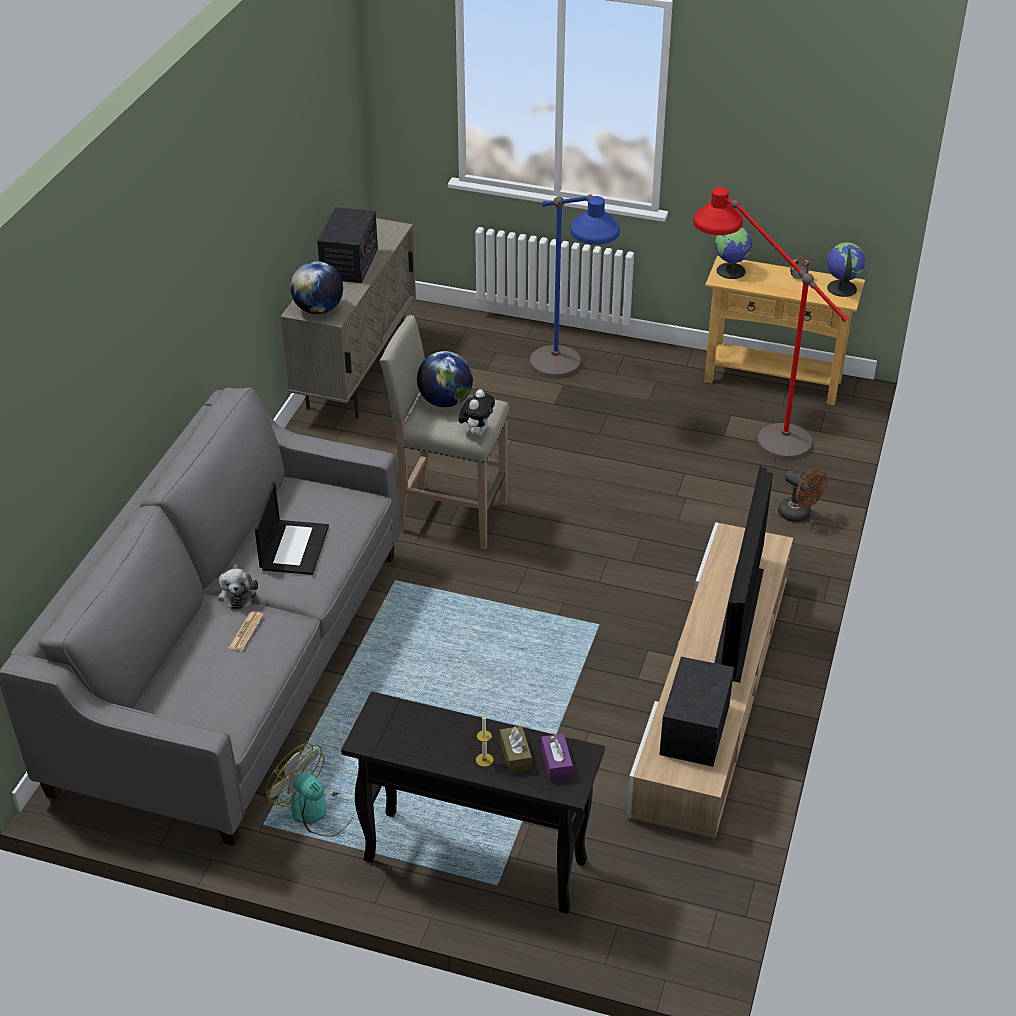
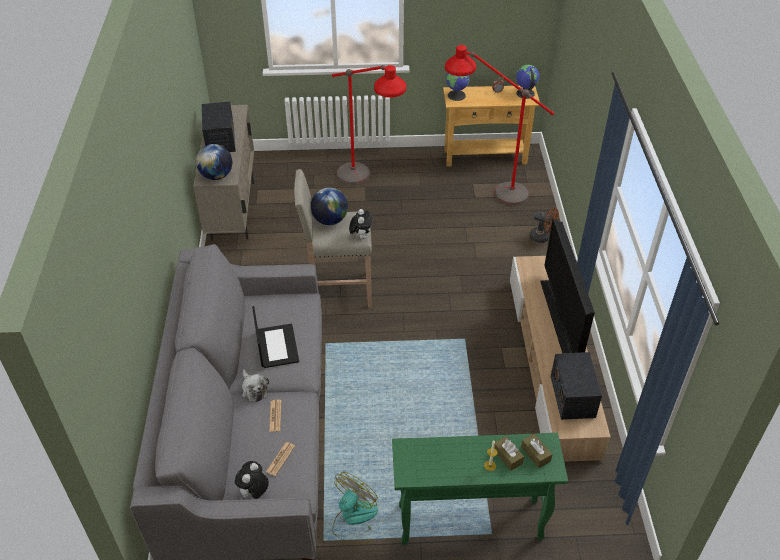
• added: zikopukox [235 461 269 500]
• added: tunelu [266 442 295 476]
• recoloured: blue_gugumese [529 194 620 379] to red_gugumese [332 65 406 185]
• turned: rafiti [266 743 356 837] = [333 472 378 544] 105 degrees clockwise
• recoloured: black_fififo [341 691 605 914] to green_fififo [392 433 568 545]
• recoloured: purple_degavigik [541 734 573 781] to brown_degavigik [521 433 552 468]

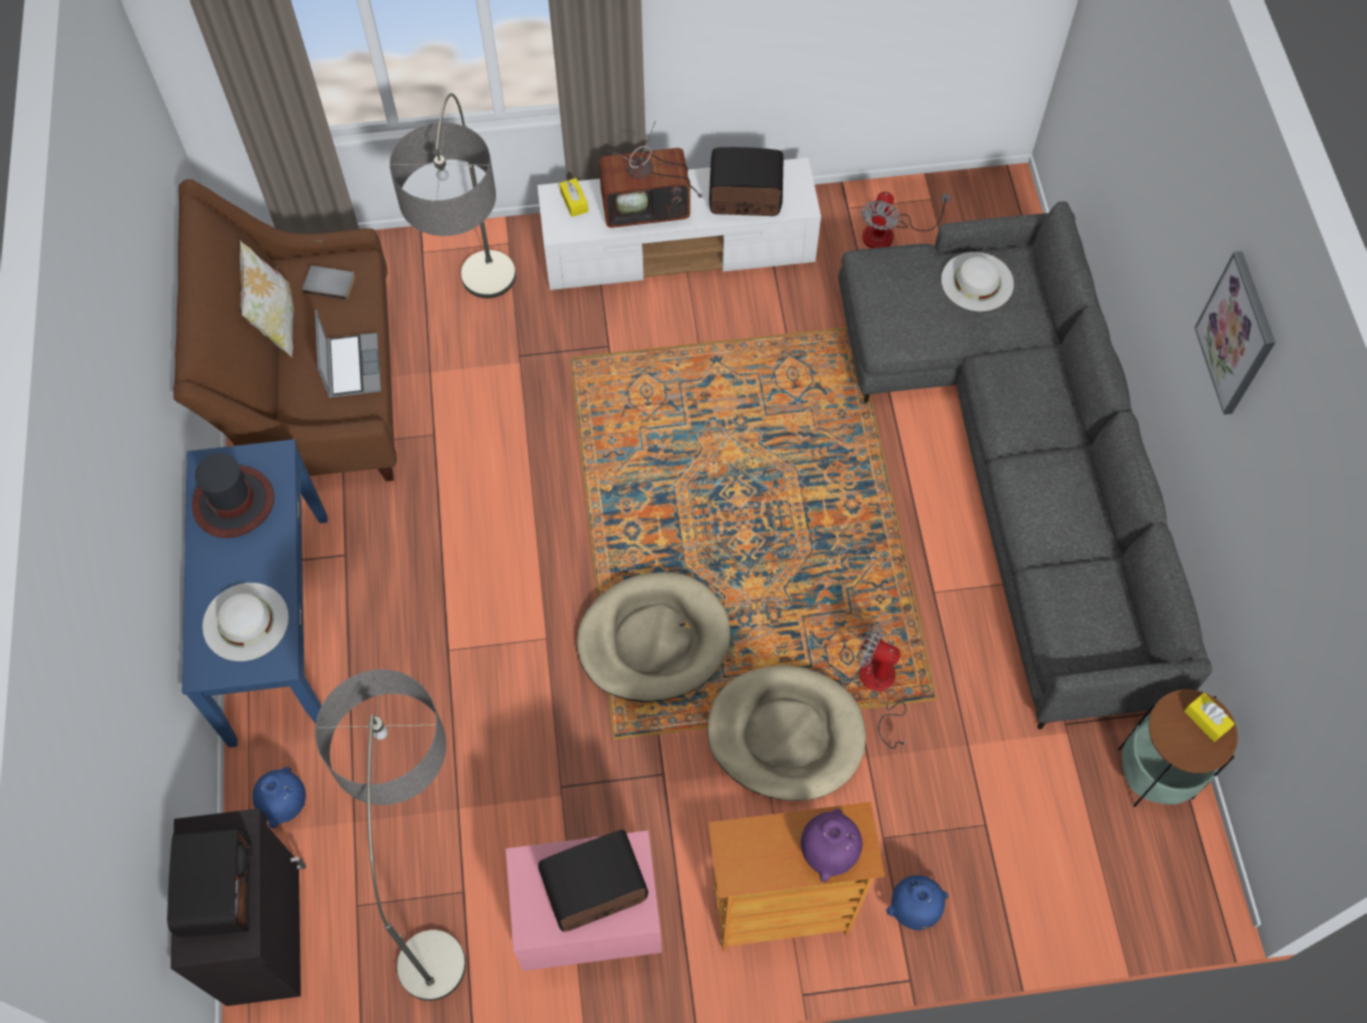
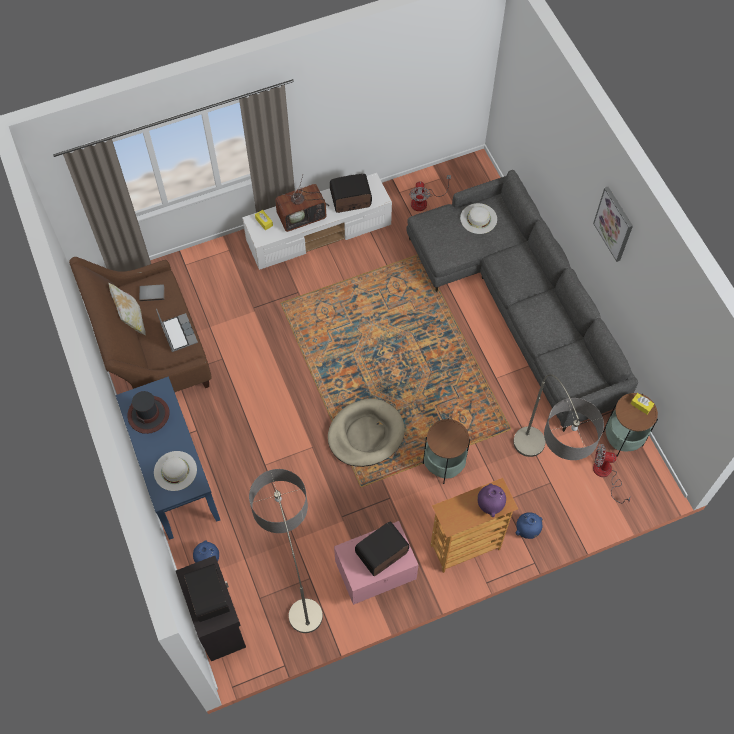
• replaced: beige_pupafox [707 665 866 801] to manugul [423 418 470 484]
• moved: gugumese [390 93 516 298] to [513 374 604 460]
• moved: rafiti [857 625 908 749] to [593 444 631 503]

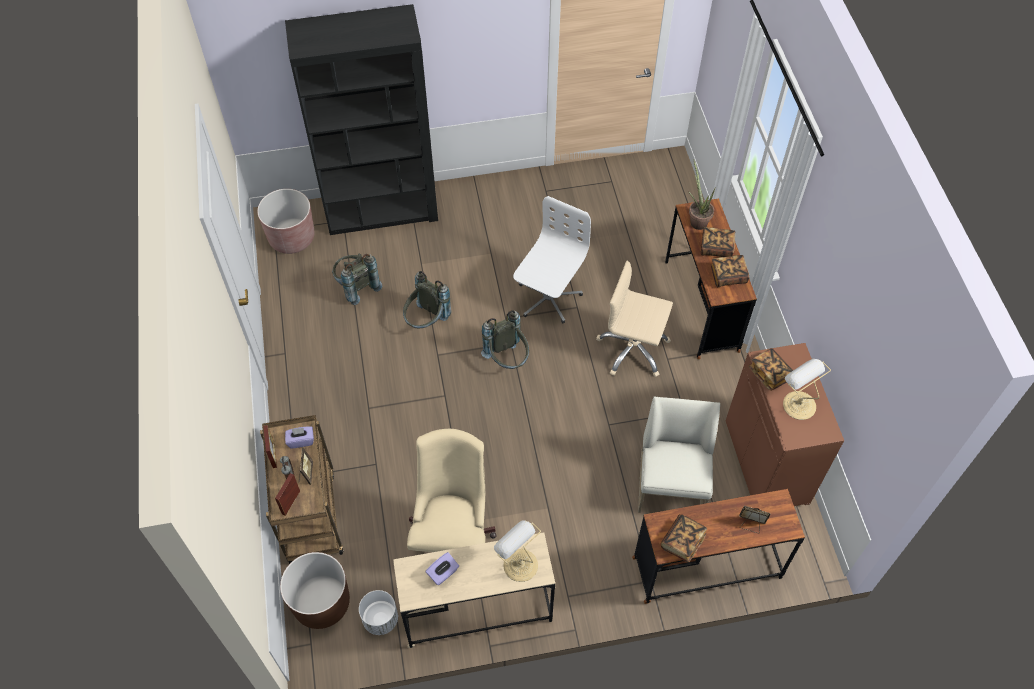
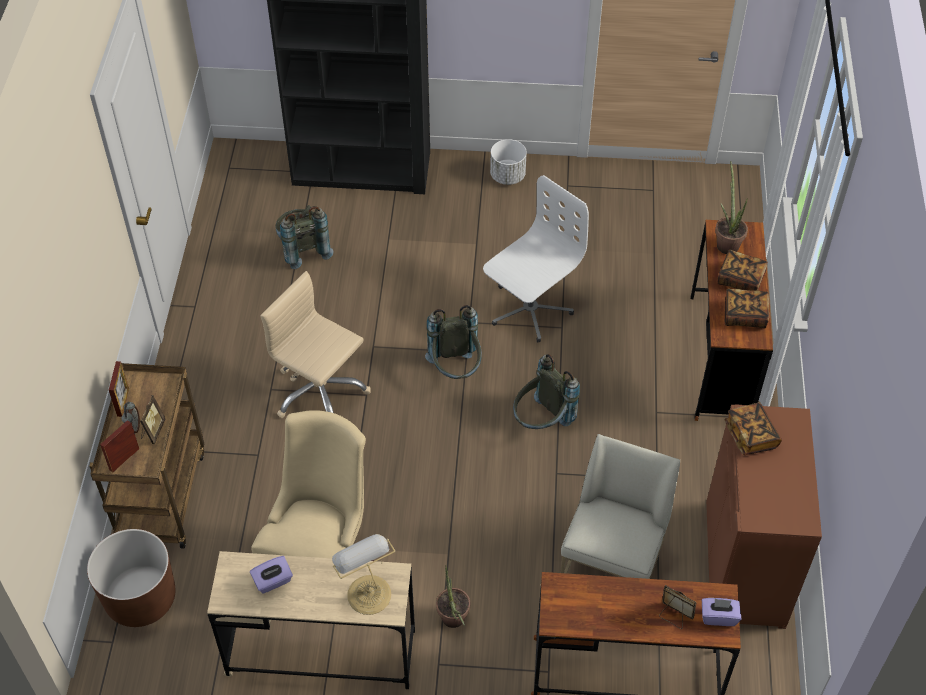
• moved: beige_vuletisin [596 261 673 377] to [260 271 371 418]
• added: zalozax [436 565 470 628]
• moved: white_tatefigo [359 590 398 635] to [490 139 527 185]
• moved: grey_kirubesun [403 271 451 328] to [513 354 580 429]
• moved: purple_degavigik [285 426 314 449] to [702 598 741 626]
• removed: brown_tatefigo [257 189 315 254]
• removed: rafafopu [661 514 707 562]
• removed: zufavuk [783 359 831 420]

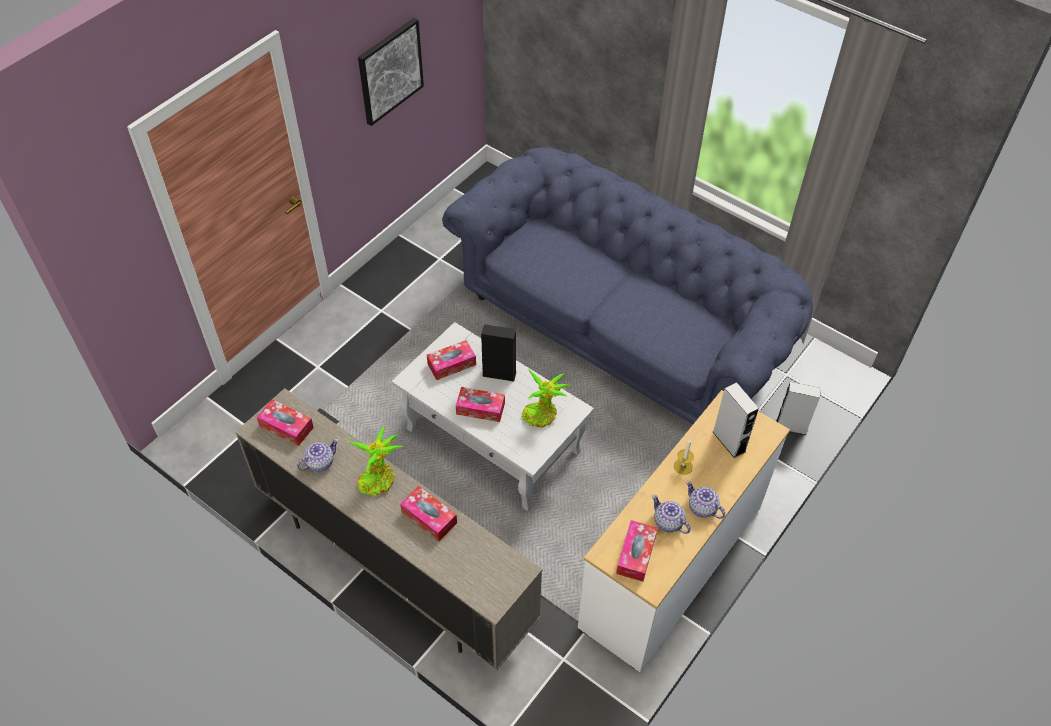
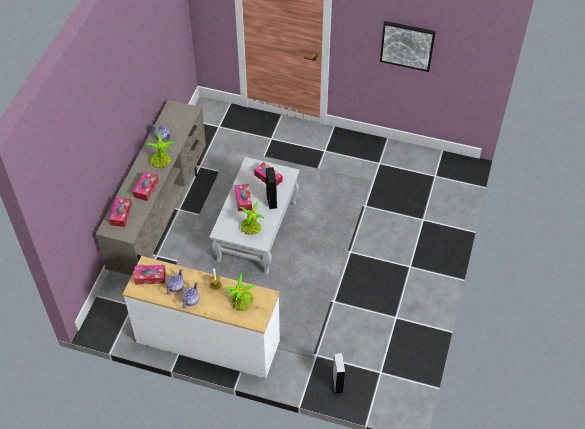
• moved: degavigik [257 399 314 446] to [109 198 132 227]
• replaced: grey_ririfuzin [713 382 759 458] to zalozax [222 272 256 311]
• removed: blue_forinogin [442 147 813 424]

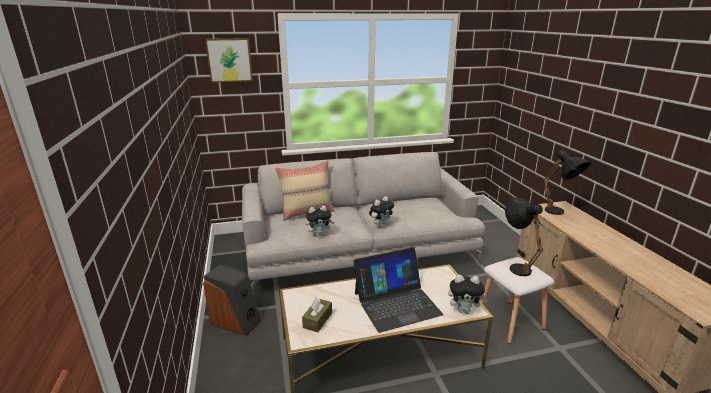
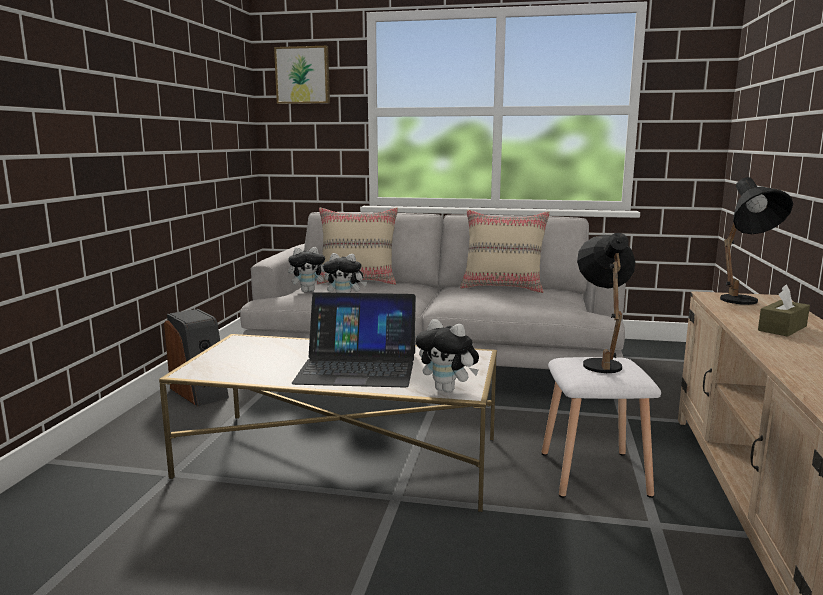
• moved: zikopukox [369 196 394 227] to [288 247 326 292]
• added: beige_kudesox [460 210 550 293]
• moved: brown_degavigik [302 297 332 333] to [758 284 810 337]

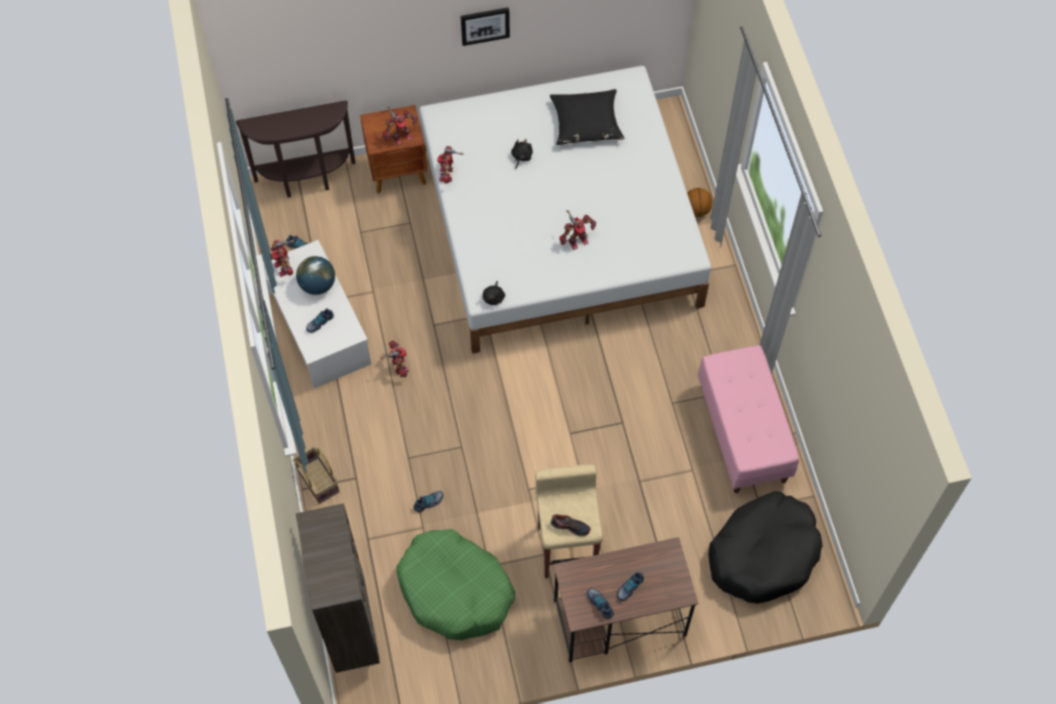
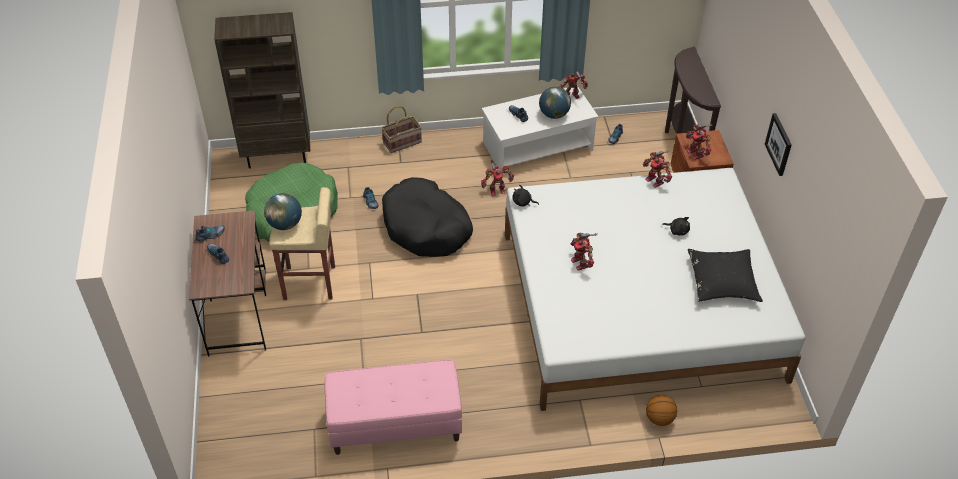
• replaced: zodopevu [551 514 591 536] to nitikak [264 193 302 230]
• moved: black_pupafox [708 491 823 604] to [382 177 473 257]
• turned: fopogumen [437 146 464 183] = [643 150 672 188] 135 degrees counterclockwise

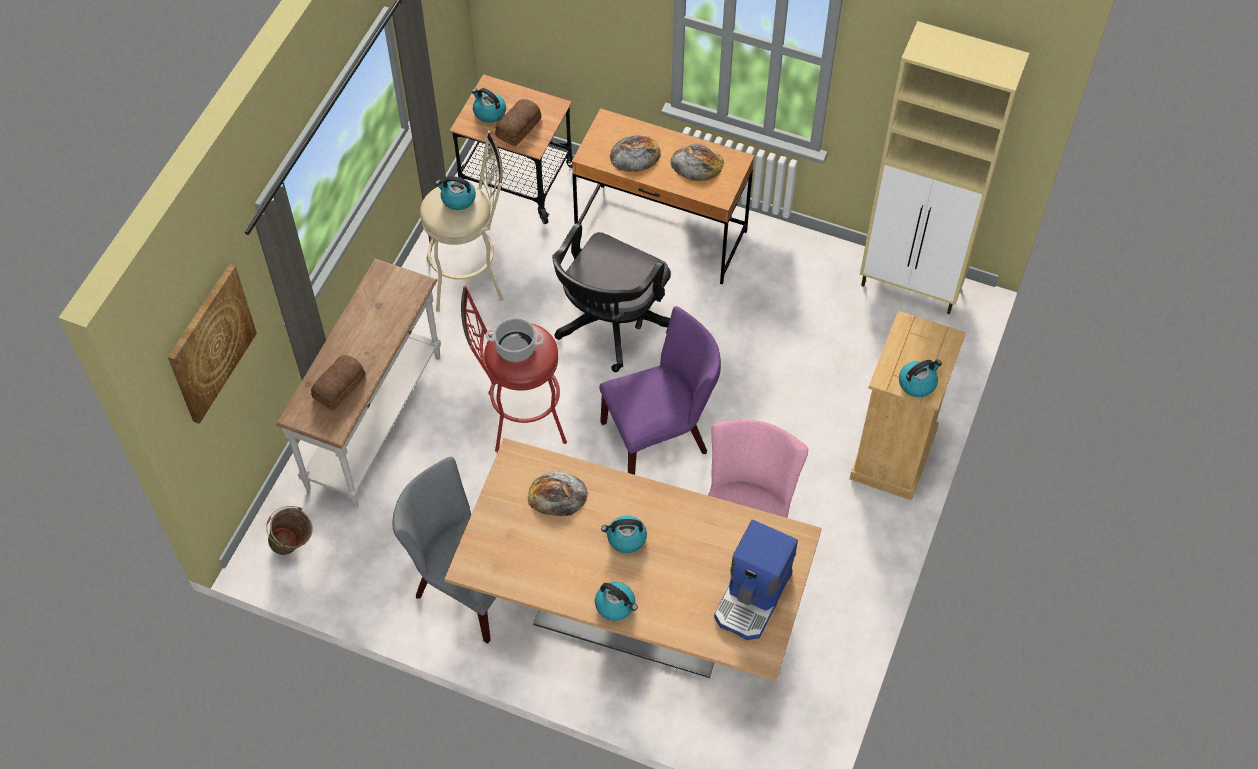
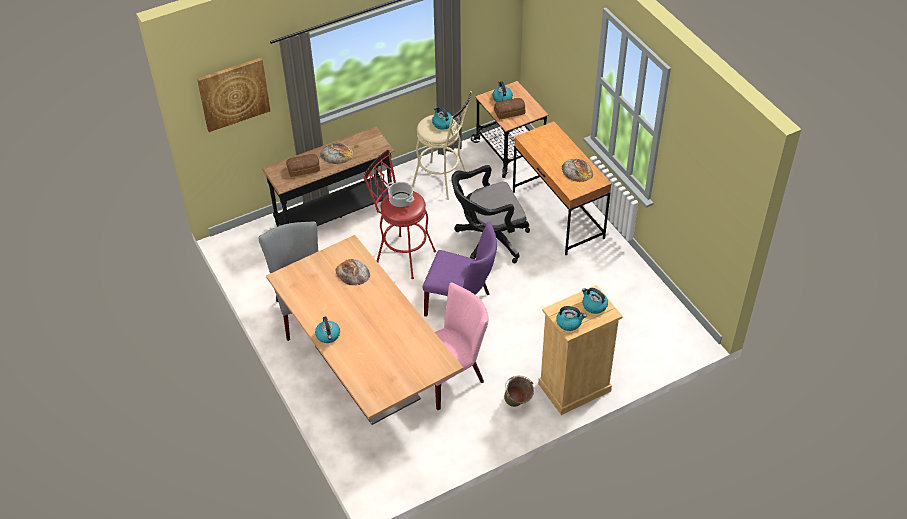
• recoloured: white_fififo [277 259 441 508] to black_fififo [262 126 395 227]
• moved: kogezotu [610 135 661 172] to [320 143 354 164]
• moved: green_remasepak [266 506 312 555] to [504 376 534 407]
• moved: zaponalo [601 515 647 553] to [582 288 608 314]
• removed: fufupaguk [714 519 798 640]
• removed: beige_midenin [860 21 1030 314]

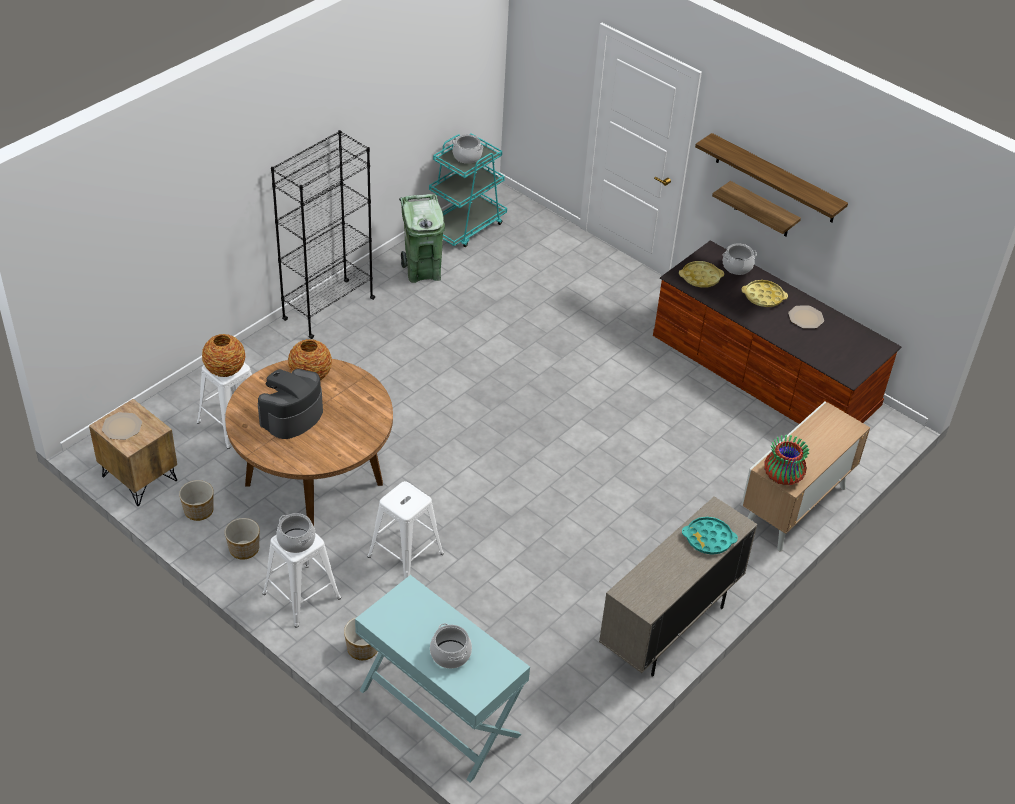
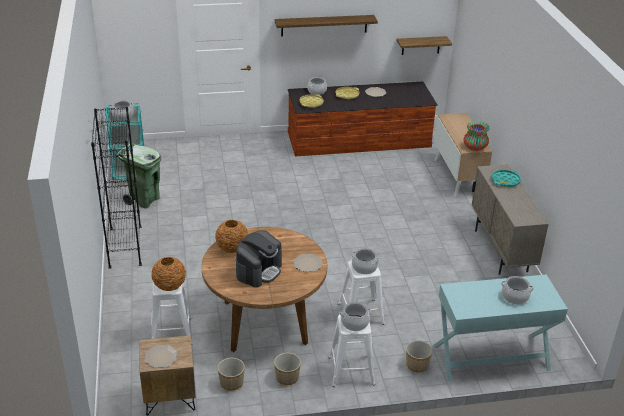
• turned: fufupaguk [258 369 323 439] = [236 230 282 288] 135 degrees counterclockwise
• added: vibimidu [293 254 323 272]
• added: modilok [351 248 380 274]
• moved: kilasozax [712 181 801 237] to [397 36 452 55]

